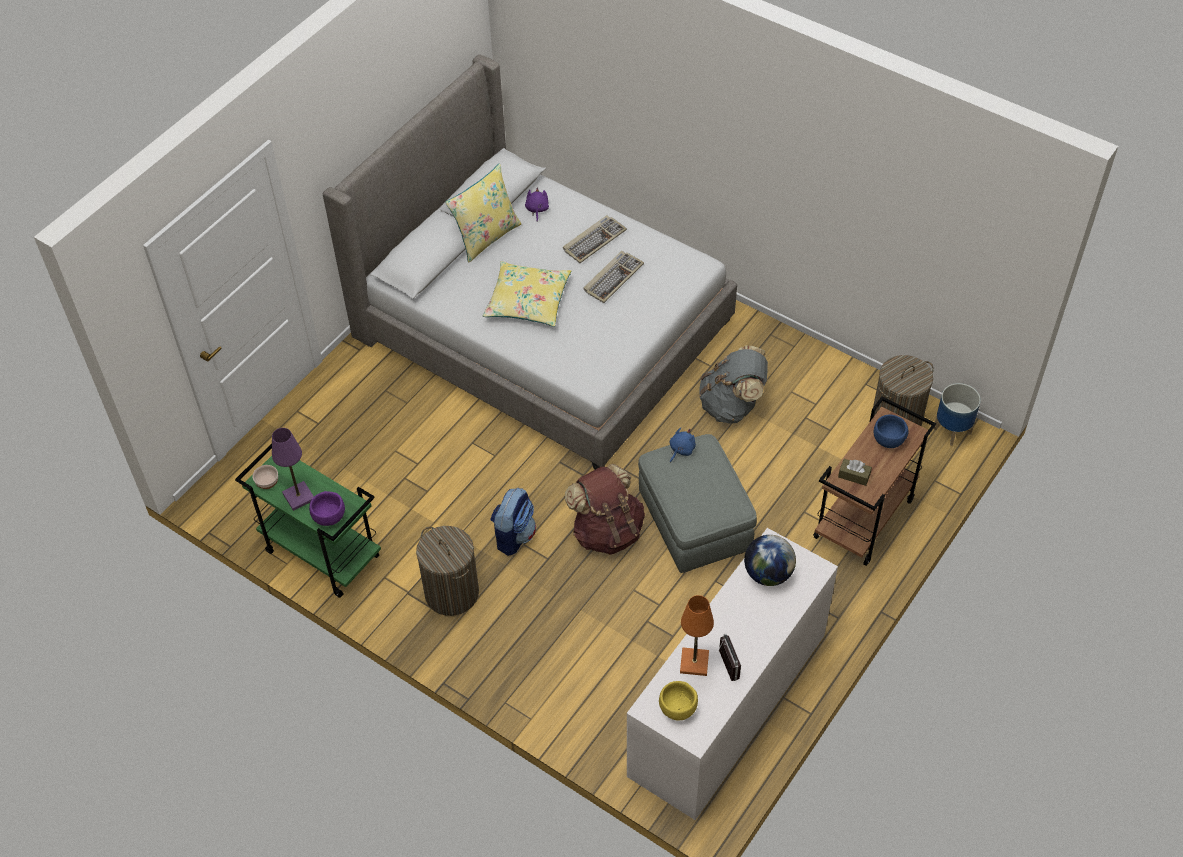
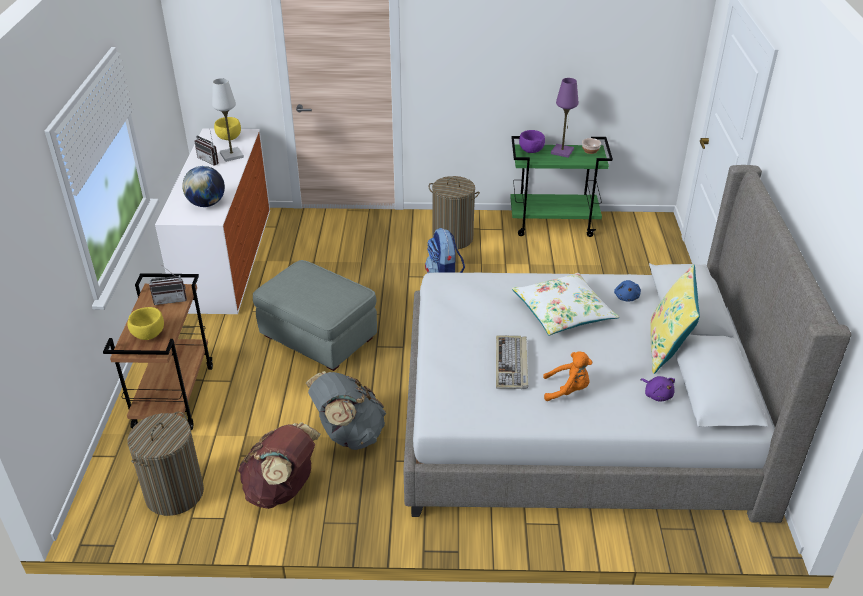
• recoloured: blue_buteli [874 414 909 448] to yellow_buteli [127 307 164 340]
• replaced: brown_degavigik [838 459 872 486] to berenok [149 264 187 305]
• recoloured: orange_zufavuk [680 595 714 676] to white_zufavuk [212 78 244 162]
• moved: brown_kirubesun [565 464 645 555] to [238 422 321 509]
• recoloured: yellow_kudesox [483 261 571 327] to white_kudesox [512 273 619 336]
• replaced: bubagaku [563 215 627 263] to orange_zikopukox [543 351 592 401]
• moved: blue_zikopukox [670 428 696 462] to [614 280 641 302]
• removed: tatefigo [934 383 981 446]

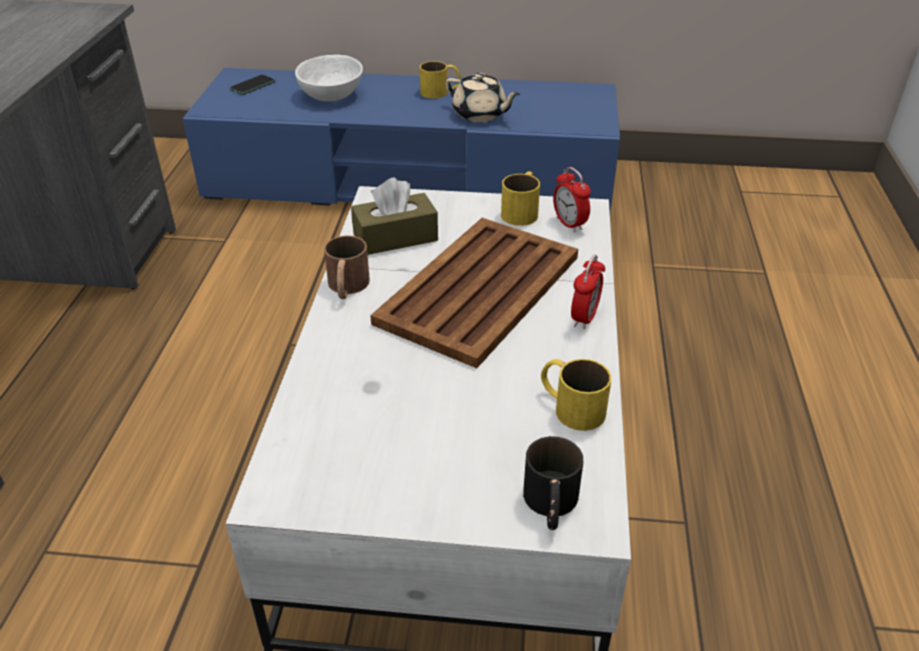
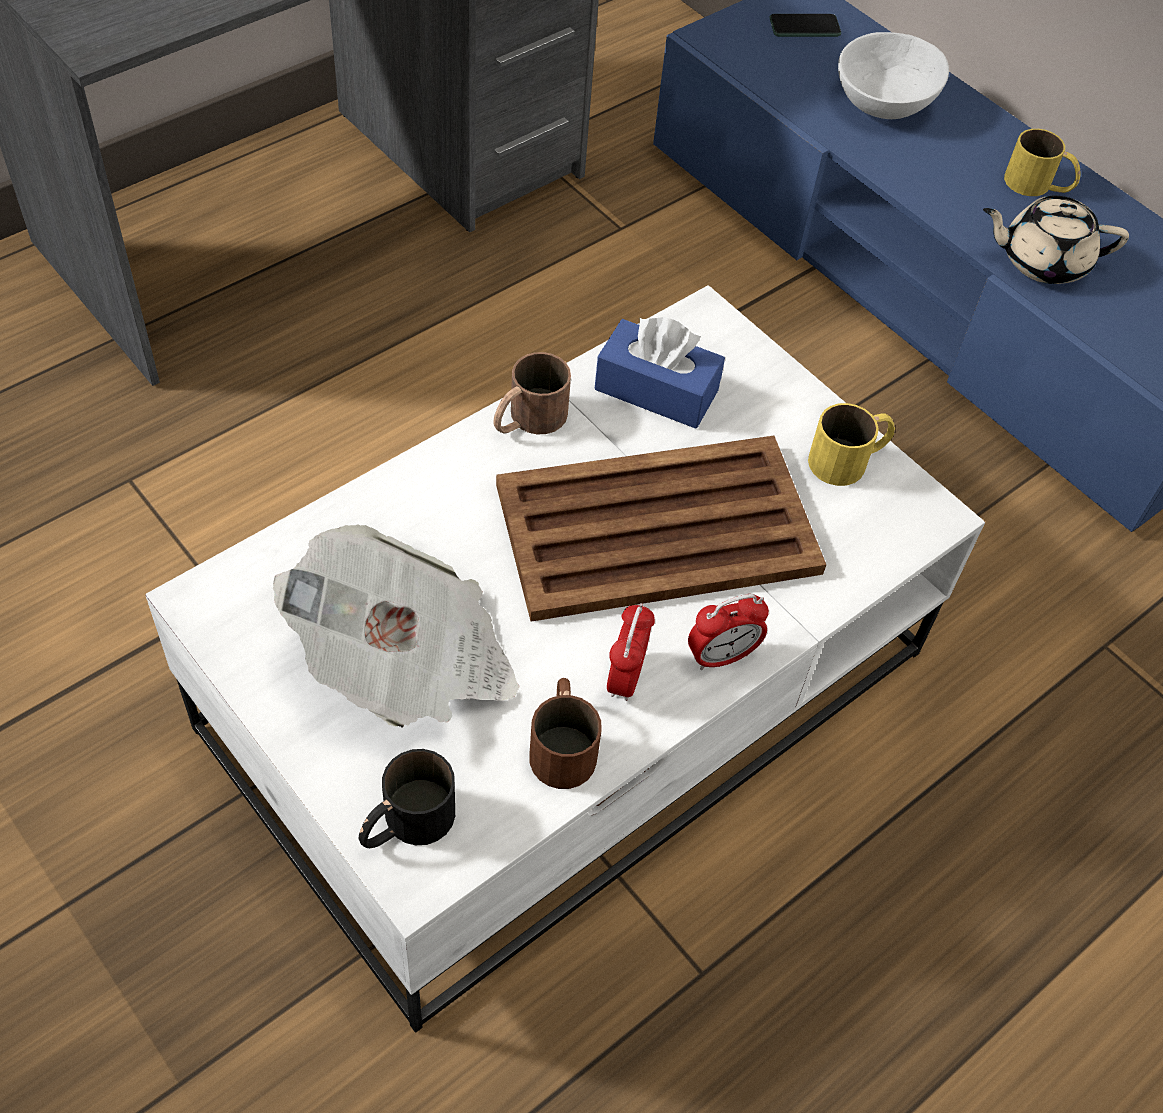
• added: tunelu [273 524 520 728]
• recoloured: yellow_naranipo [541 359 611 431] to brown_naranipo [529 678 602 789]
• recoloured: brown_degavigik [351 177 438 255] to blue_degavigik [595 317 725 429]
• moved: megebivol [553 167 591 232] to [607 603 655 701]
• turned: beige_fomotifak [446 73 520 122] = [983 195 1129 284] 105 degrees clockwise

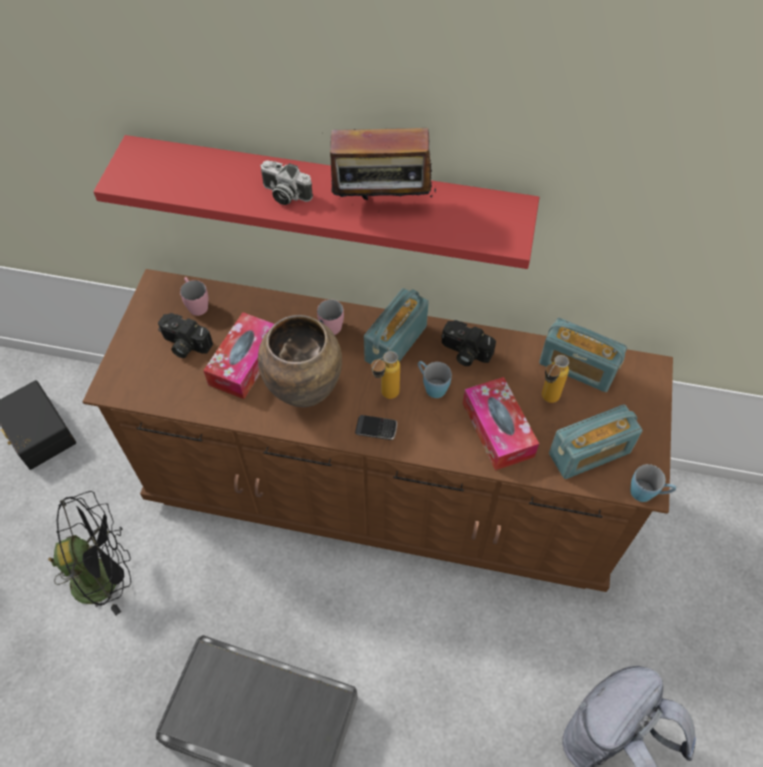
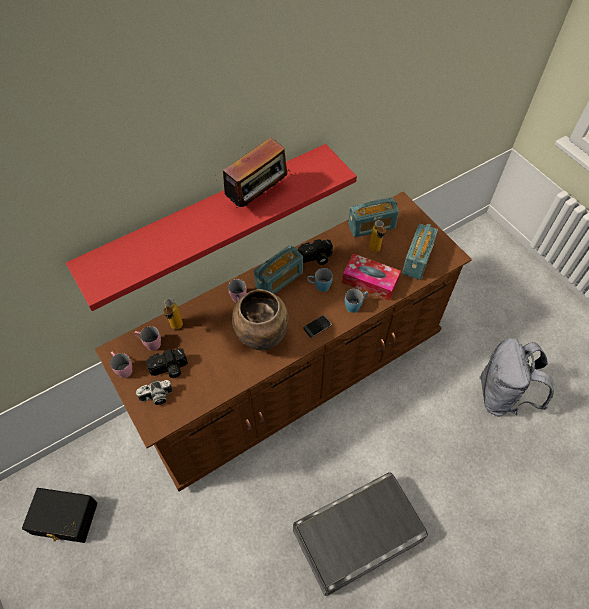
• added: pink_naranipo [110 352 132 378]
• moved: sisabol [260 160 313 205] to [136 380 173 405]
• moved: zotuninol [371 351 400 399] to [163 298 183 330]
• turned: berenok [364 288 429 364] = [254 245 303 294] 120 degrees counterclockwise
• moved: blue_naranipo [630 464 676 502] to [345 289 369 313]
• removed: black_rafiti [48 491 131 615]
• removed: degavigik [203 312 274 399]

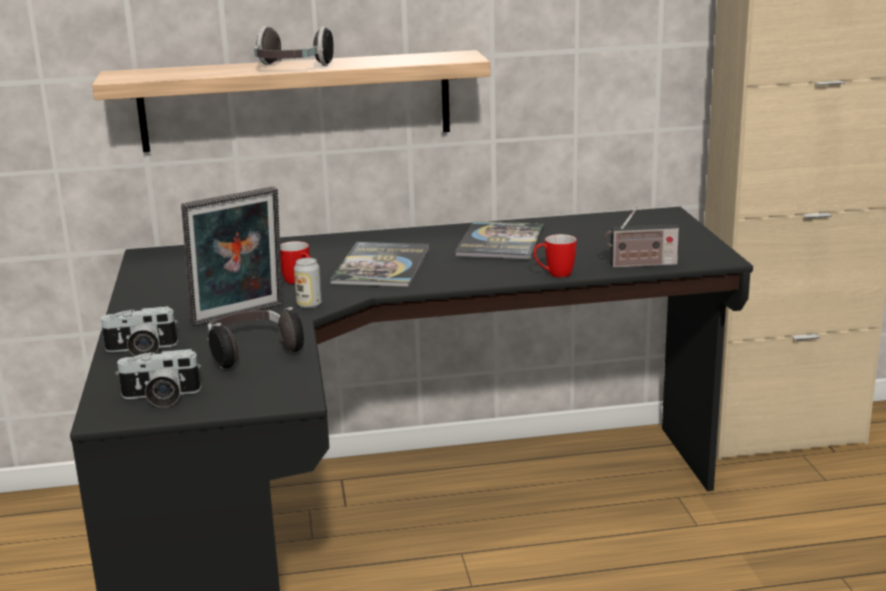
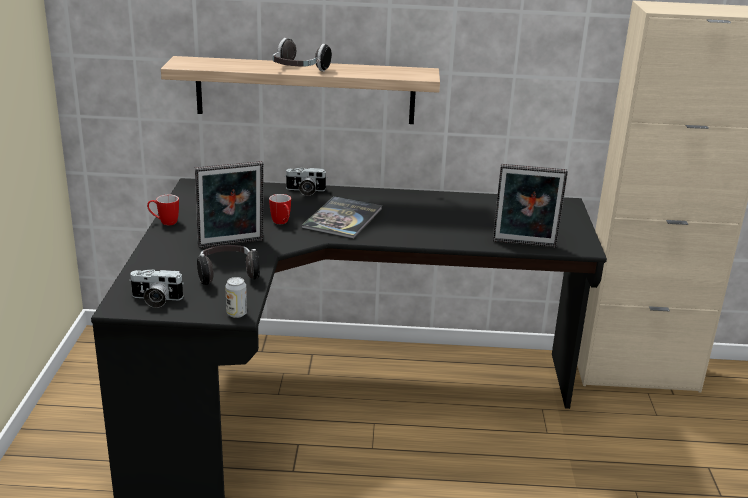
• moved: naranipo [533 234 577 278] to [147 194 179 225]
• moved: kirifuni [294 258 322 308] to [225 277 247 318]
• moved: sisabol [99 306 178 356] to [285 168 326 196]
• replaced: berenok [604 207 679 268] to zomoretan [493 164 568 248]
• removed: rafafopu [455 221 544 260]

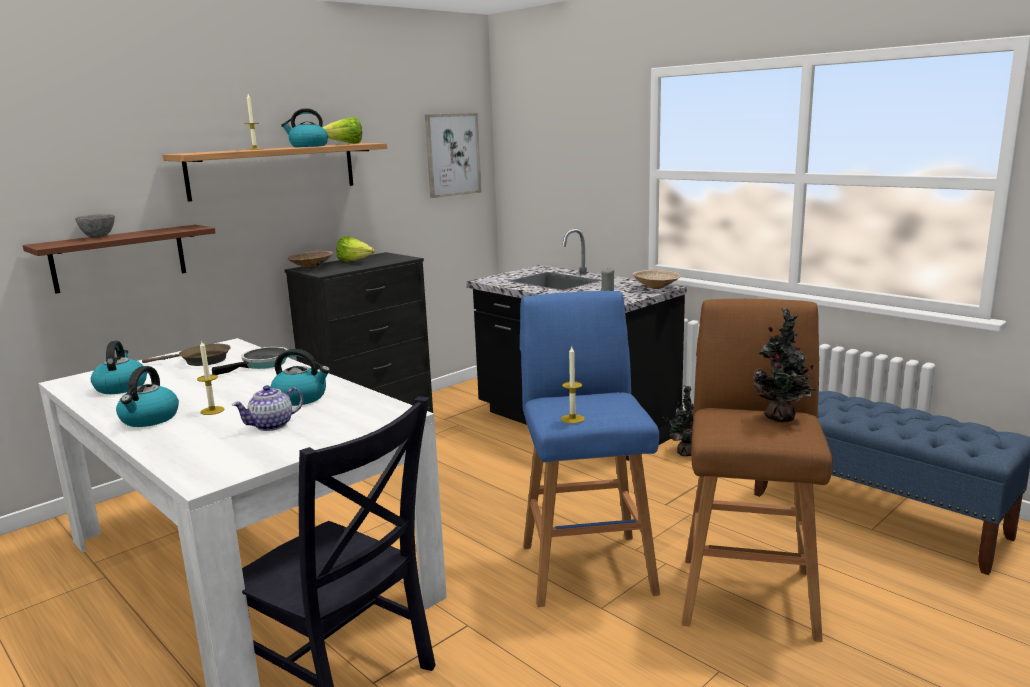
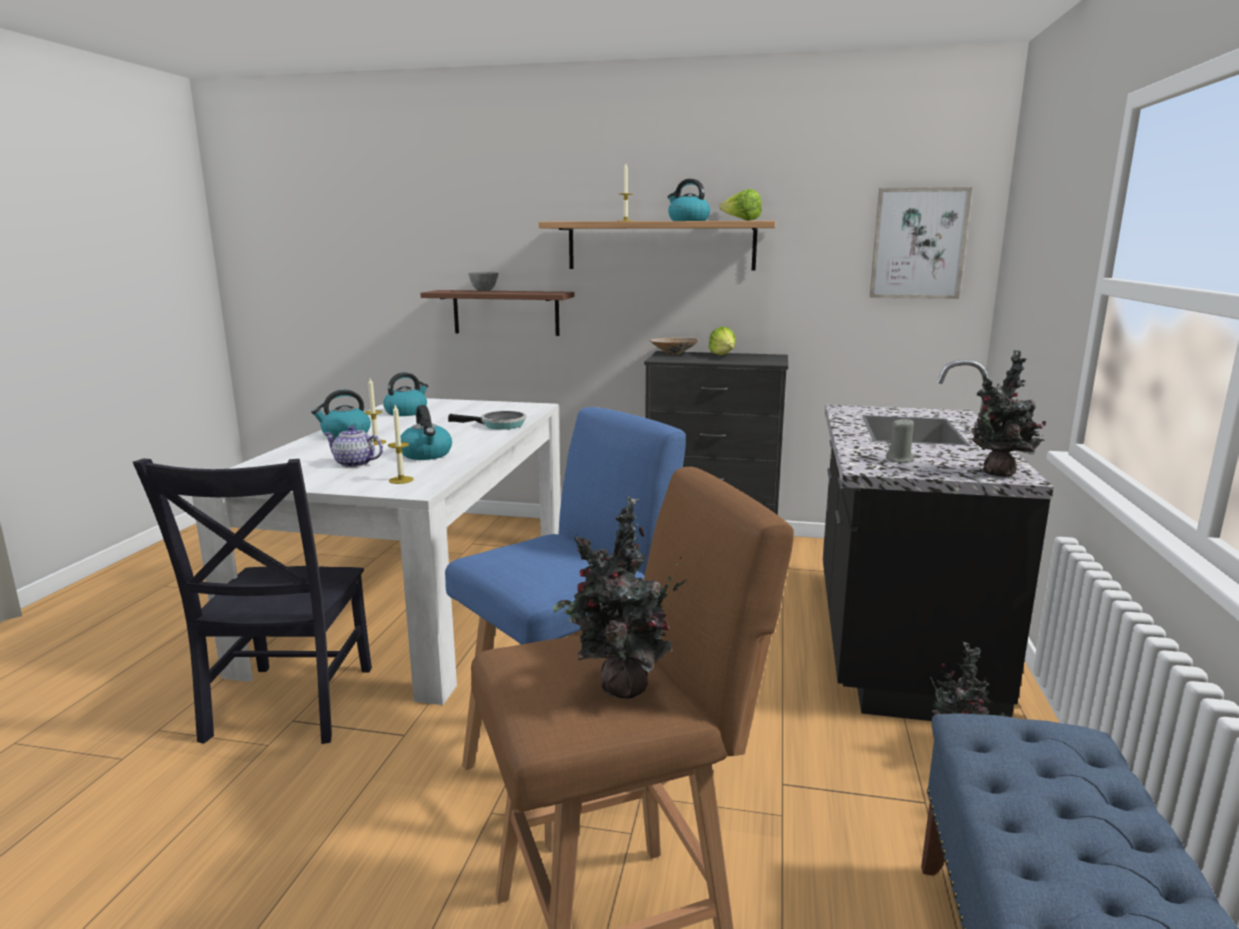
• moved: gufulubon [561 347 585 424] to [388 405 414 484]
• replaced: beige_buteli [632 270 681 289] to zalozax [971 349 1046 477]
• removed: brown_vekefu [142 344 231 366]

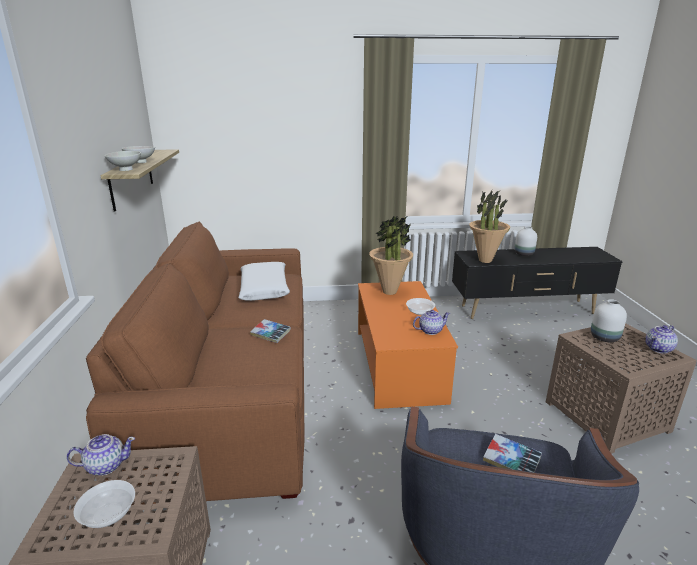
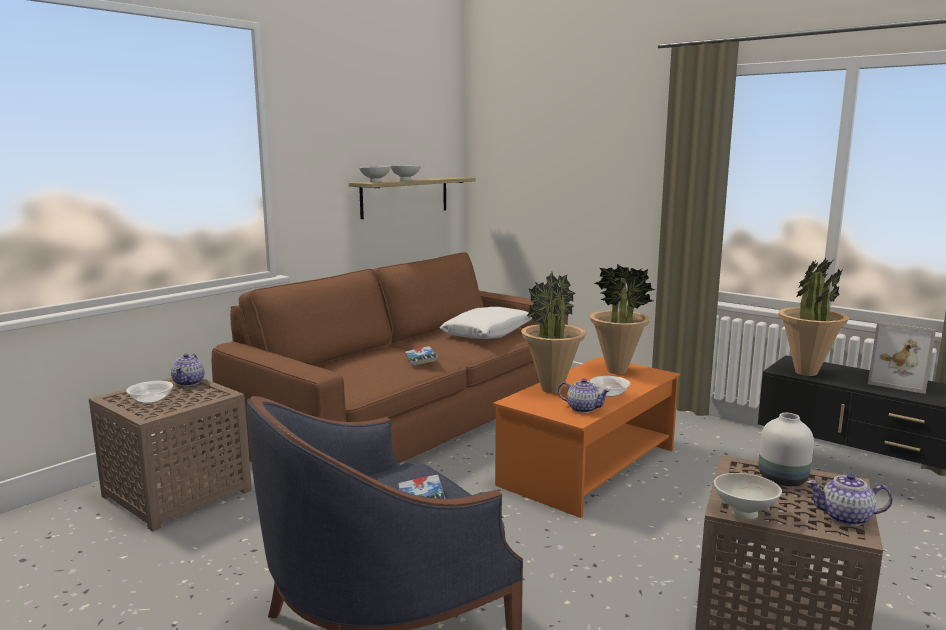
• turned: fomotifak [67 434 135 476] = [171 354 204 386] 60 degrees clockwise
• added: zalozax [521 272 586 393]
• added: white_buteli [714 473 782 519]
• replaced: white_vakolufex [515 226 537 256] to zomoretan [868 322 936 394]

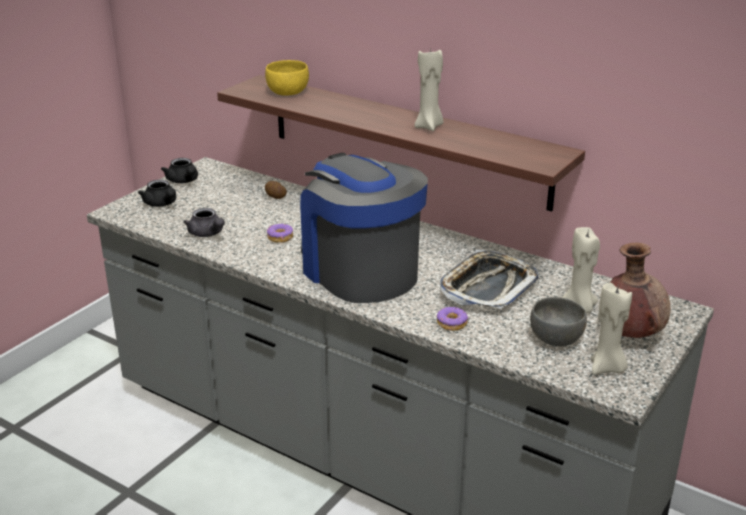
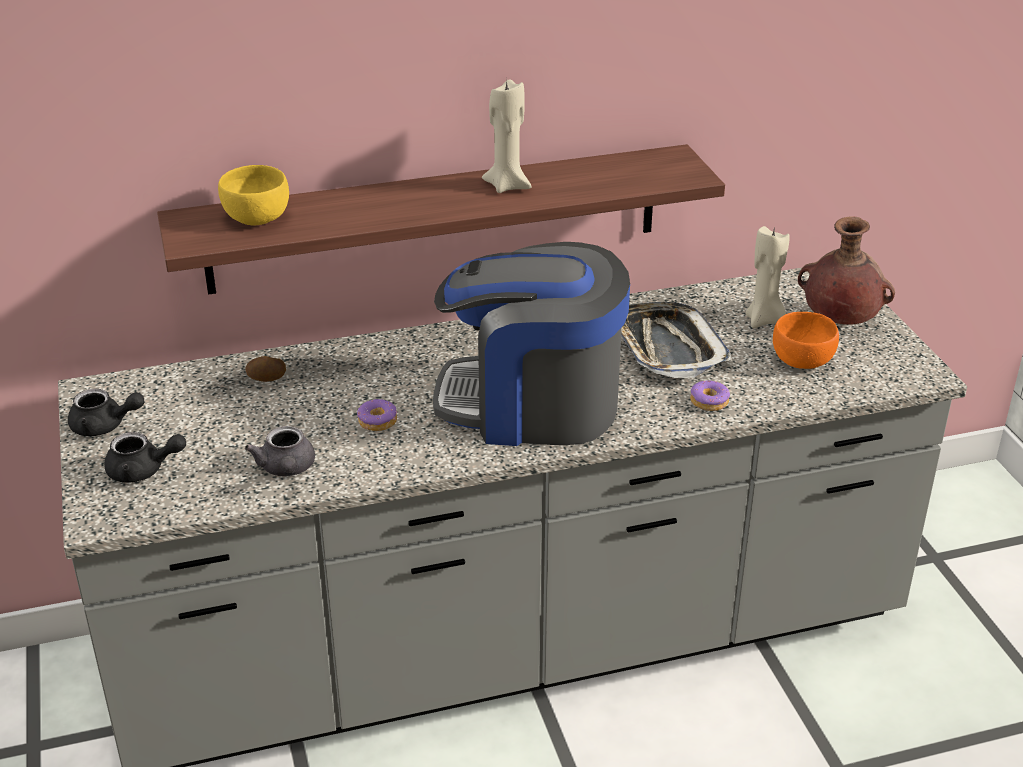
• turned: grey_fomotifak [183 208 225 237] = [245 426 315 476] 75 degrees clockwise
• recoloured: grey_buteli [530 297 587 346] to orange_buteli [773 312 839 369]
• removed: beige_gufulubon [591 282 632 375]

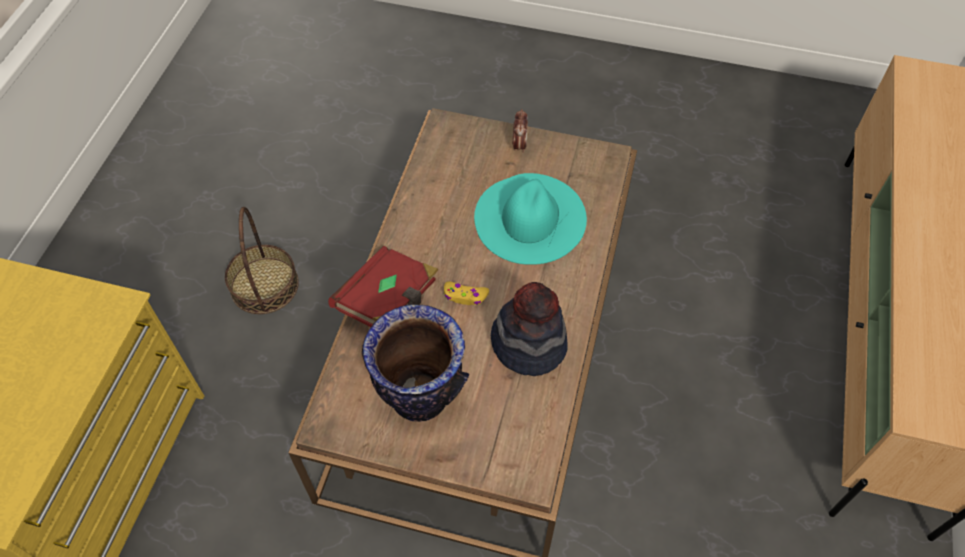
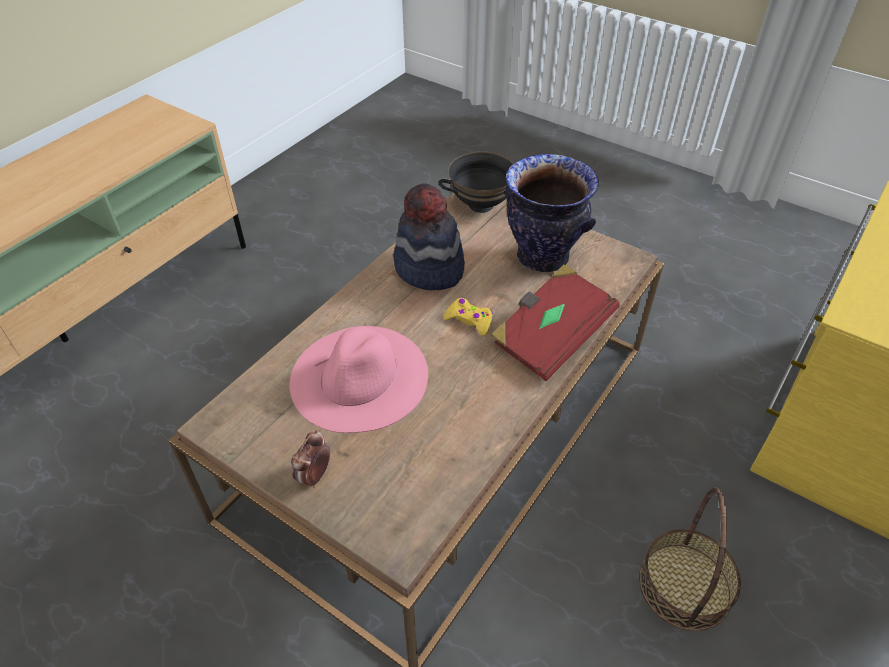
• recoloured: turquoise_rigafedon [474 173 587 265] to pink_rigafedon [289 326 428 433]
• added: black_buteli [438 152 514 213]

